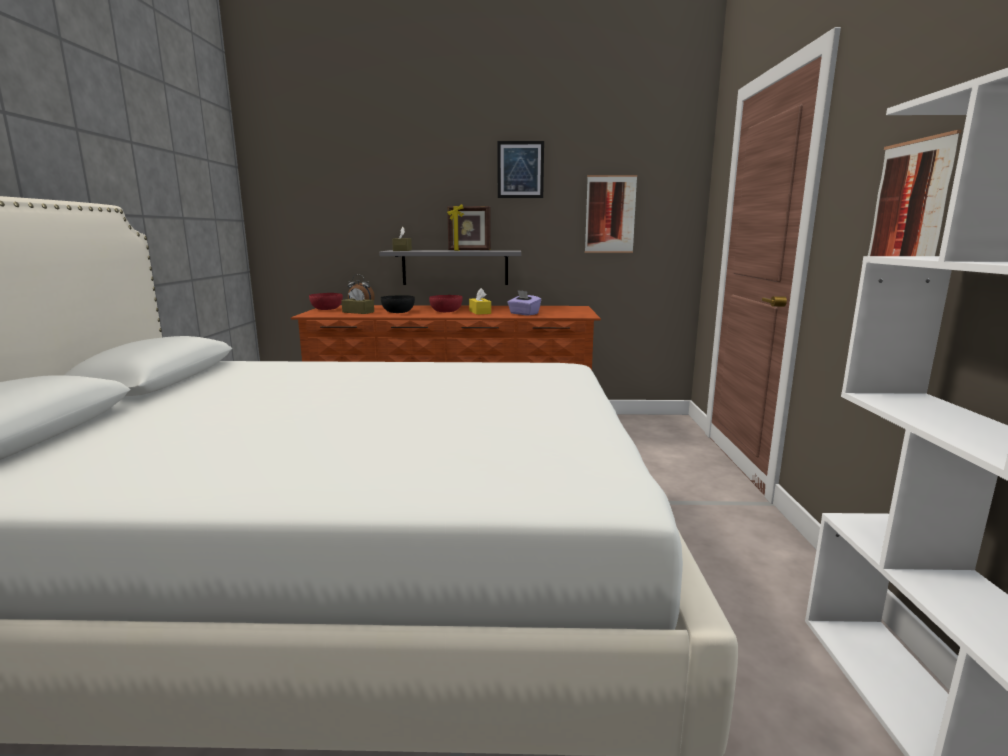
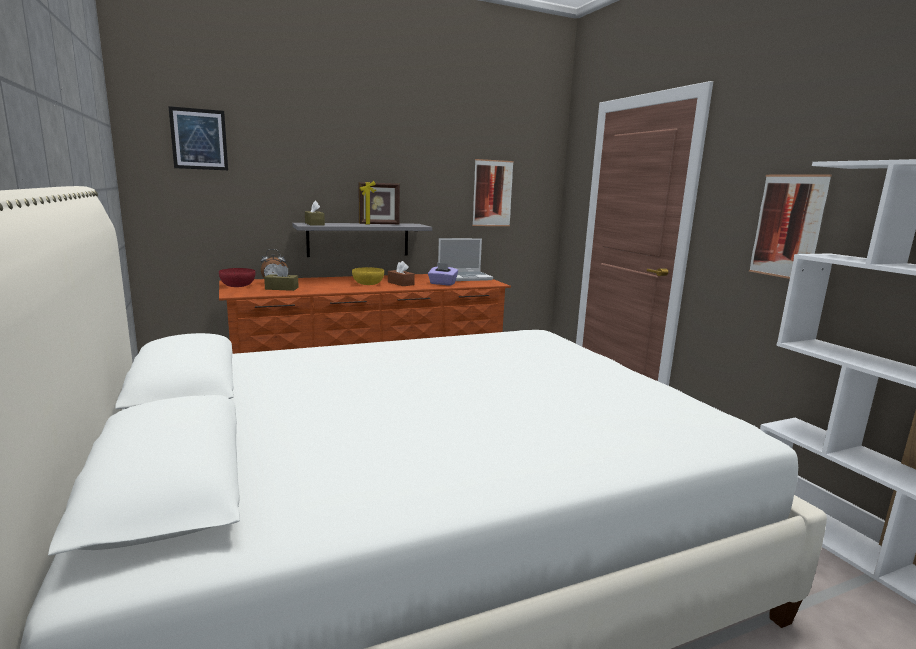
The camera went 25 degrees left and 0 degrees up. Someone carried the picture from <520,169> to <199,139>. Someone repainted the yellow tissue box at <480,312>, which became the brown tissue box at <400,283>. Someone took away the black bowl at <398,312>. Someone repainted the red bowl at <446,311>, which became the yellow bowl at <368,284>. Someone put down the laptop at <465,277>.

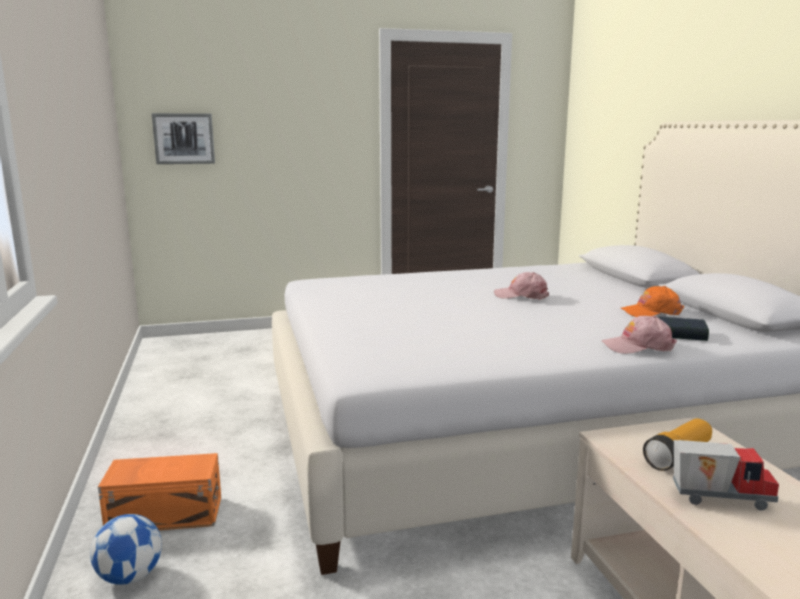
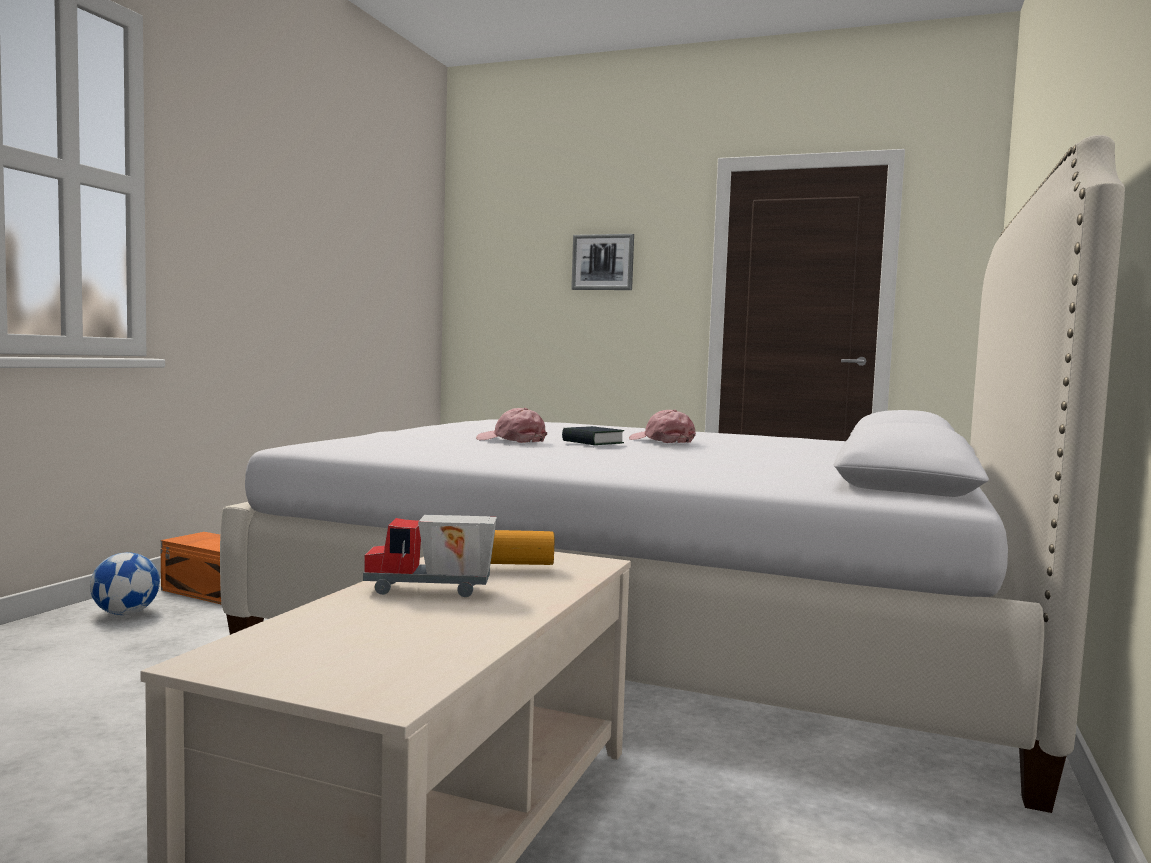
The camera went 35 degrees right and 10 degrees down. Someone carried the picture from <184,138> to <603,262>. Someone took away the orange cap at <651,312>. Someone carried the pink cap from <638,346> to <512,441>. Someone carried the book from <681,334> to <592,442>. Someone rotated the toy truck at <719,497> by 135 degrees clockwise.

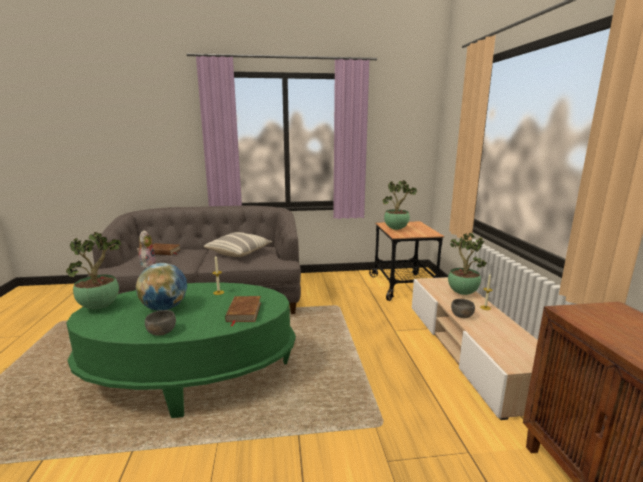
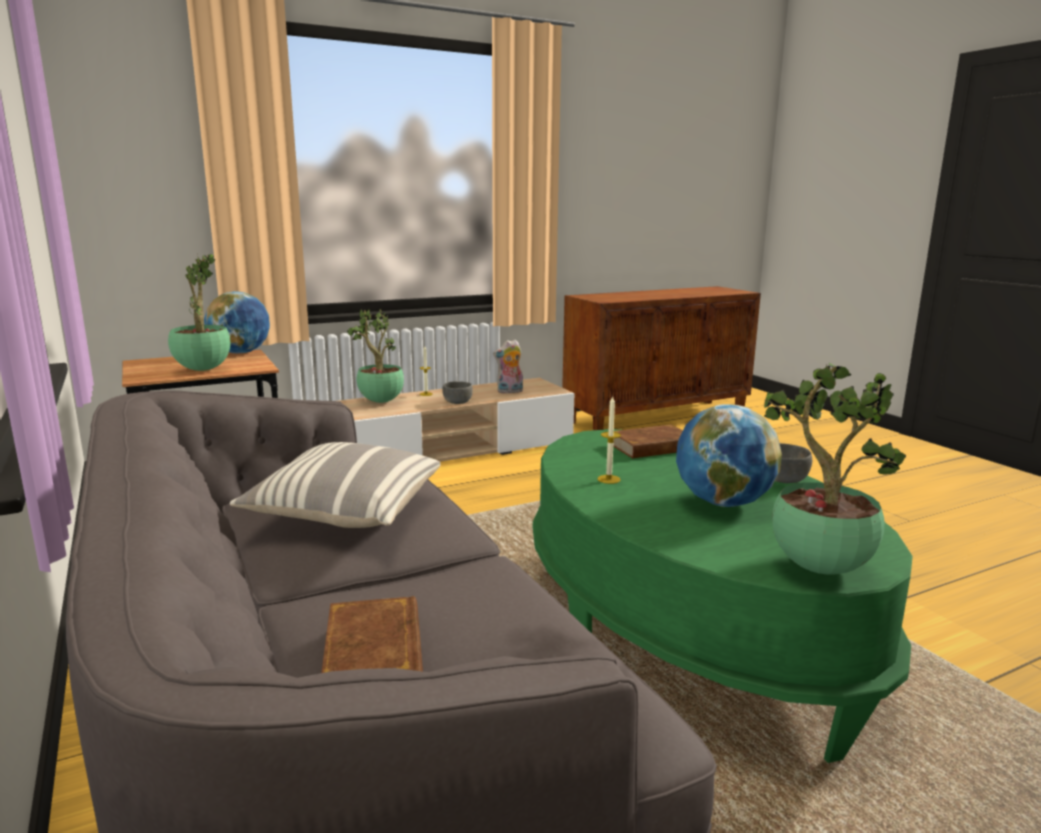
The camera went 110 degrees left and 0 degrees up. Someone carried the plush toy from <147,265> to <509,392>. Someone put down the globe at <241,353>.

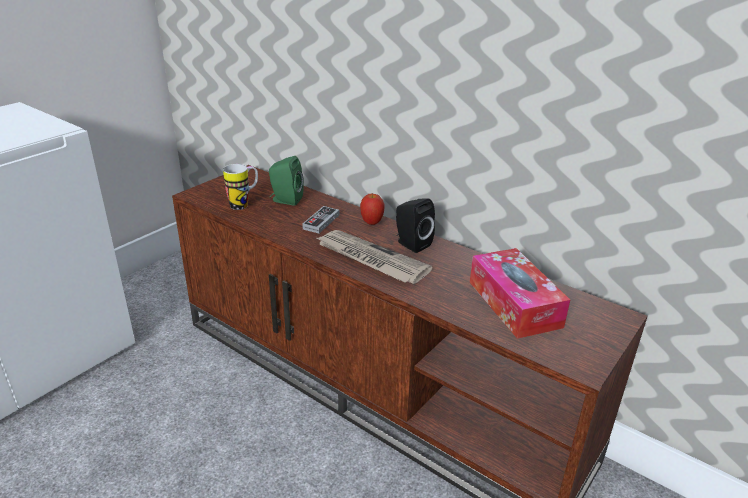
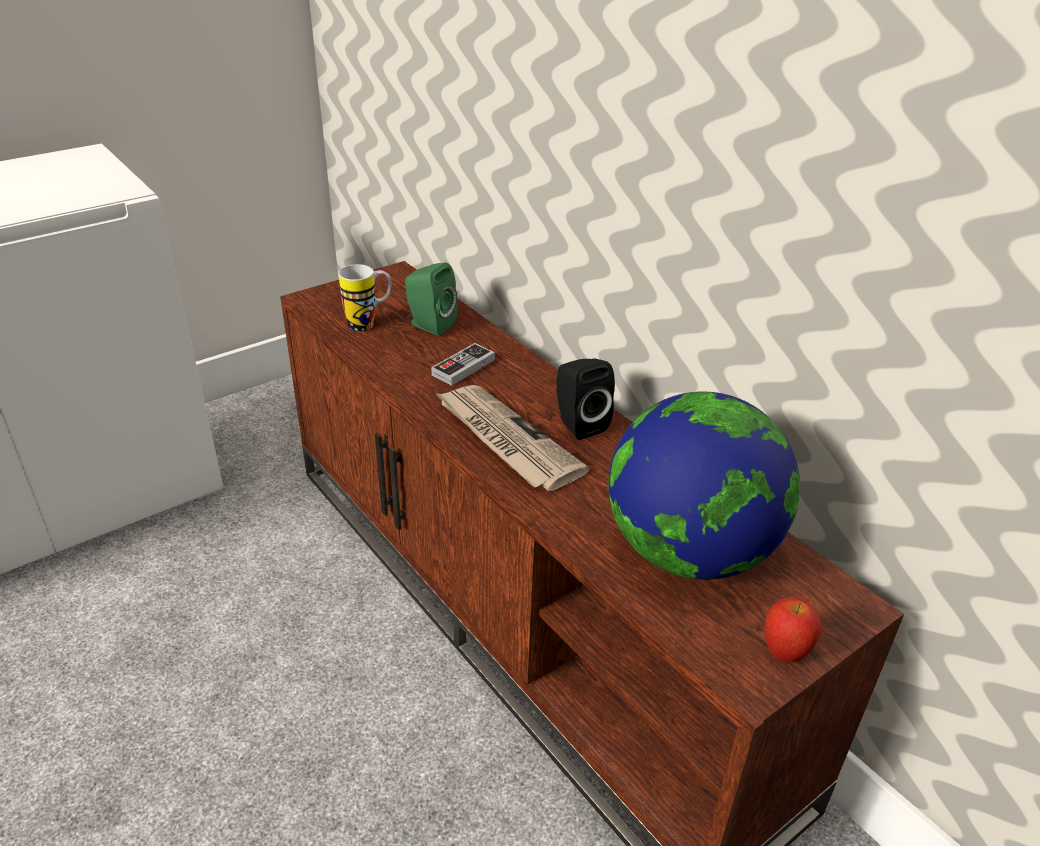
The camera went 15 degrees right and 5 degrees up. Someone carried the apple from <371,223> to <784,652>. Someone swapped the tissue box at <514,304> for the globe at <689,552>.

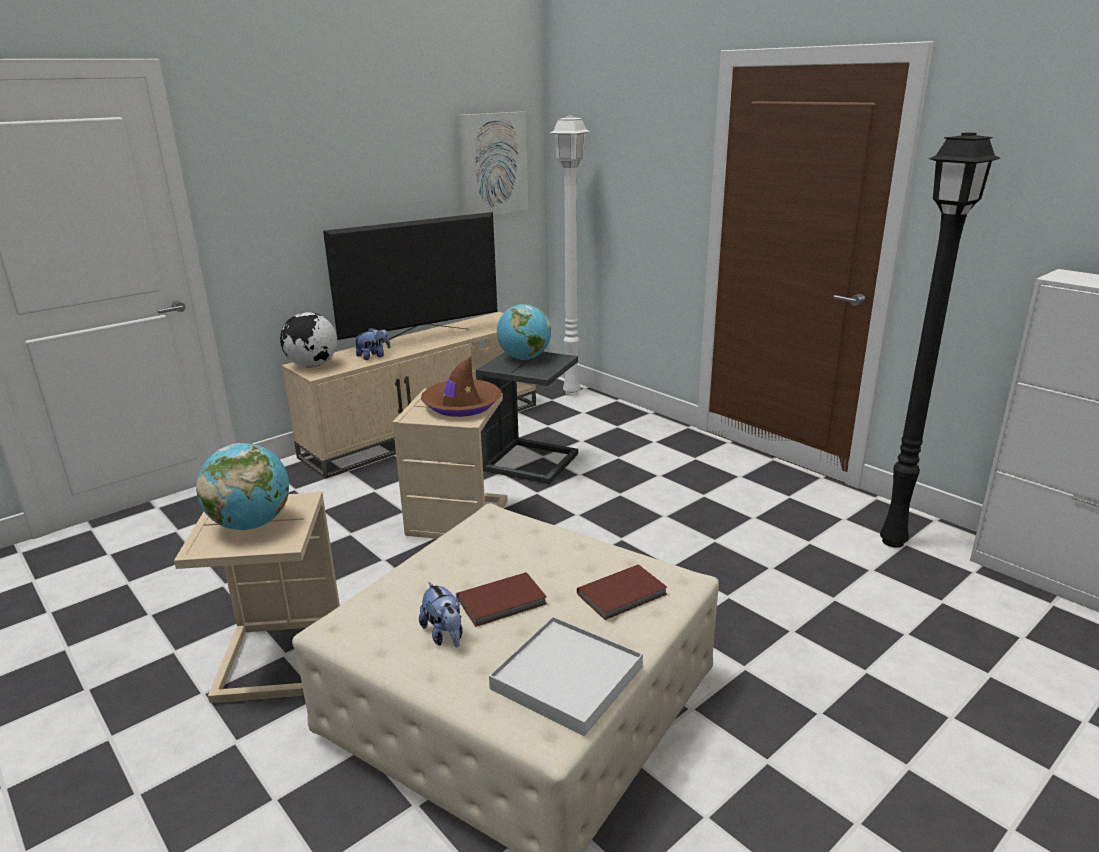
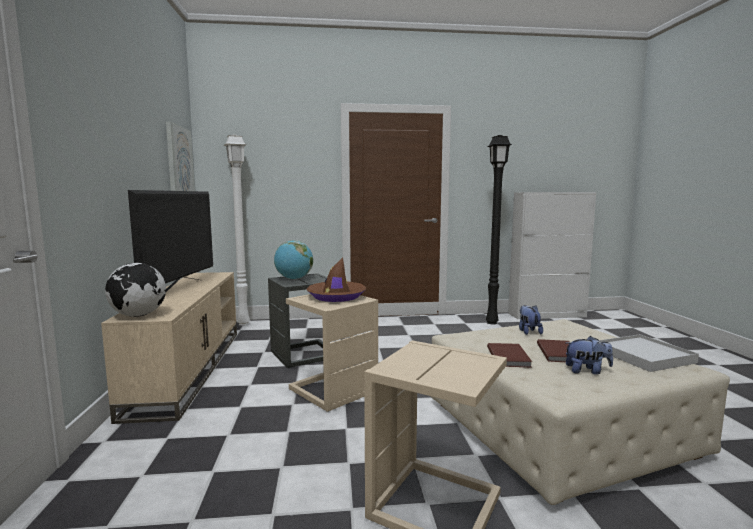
The camera went 55 degrees left and 15 degrees down. Someone carried the plush toy from <373,356> to <528,331>. Someone took away the globe at <251,524>. Someone carried the brown book from <624,595> to <509,357>.

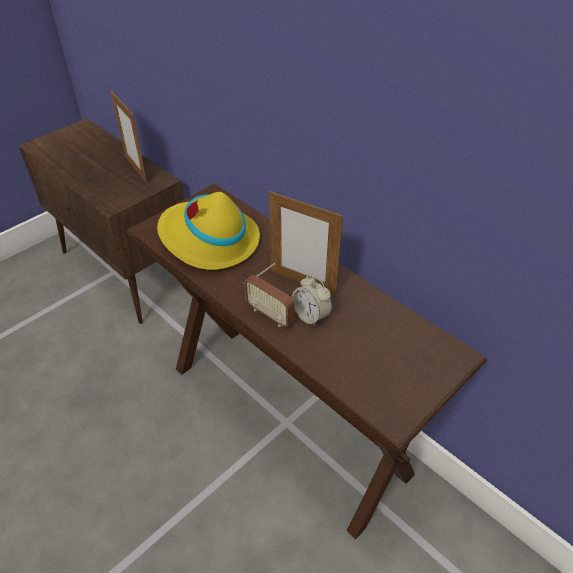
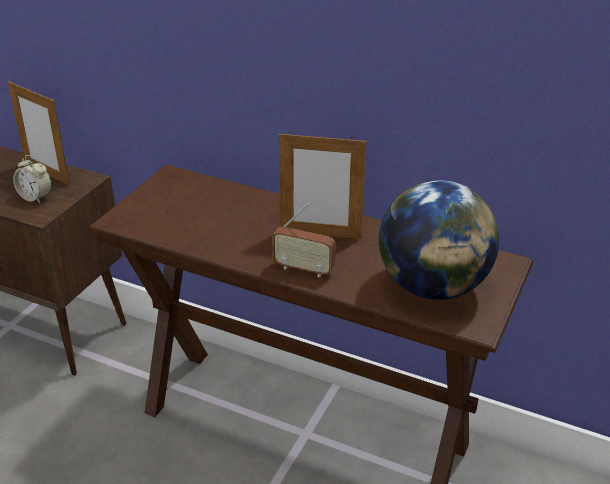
The camera went 20 degrees left and 10 degrees down. Someone took away the yellow hat at <208,240>. Someone carried the alarm clock from <311,316> to <35,197>. Someone put down the globe at <432,287>.

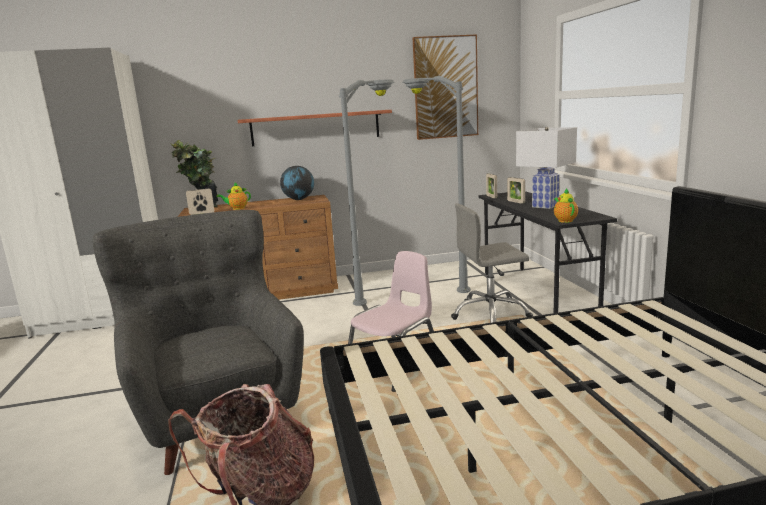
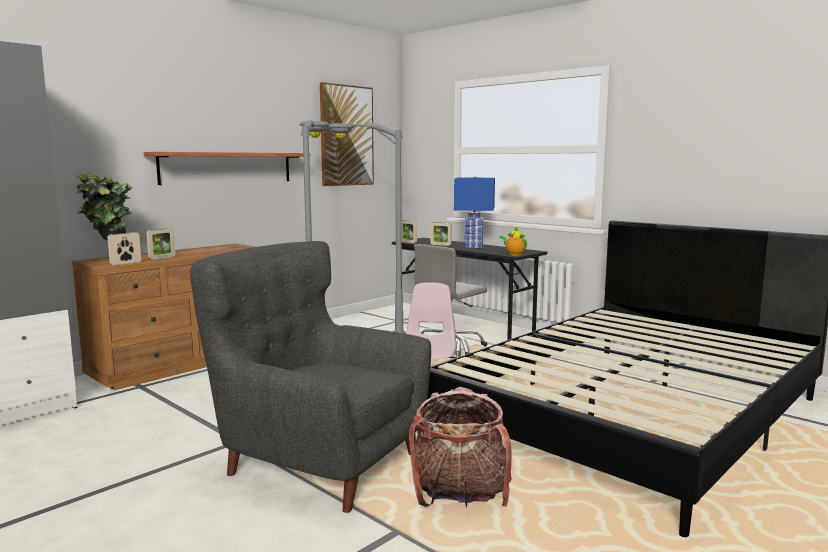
The camera went 35 degrees left and 5 degrees down. Someone repainted the white table lamp at <546,206>, which became the blue table lamp at <474,246>. Someone took away the globe at <299,199>. Someone swapped the teapot at <237,208> for the picture frame at <162,258>.

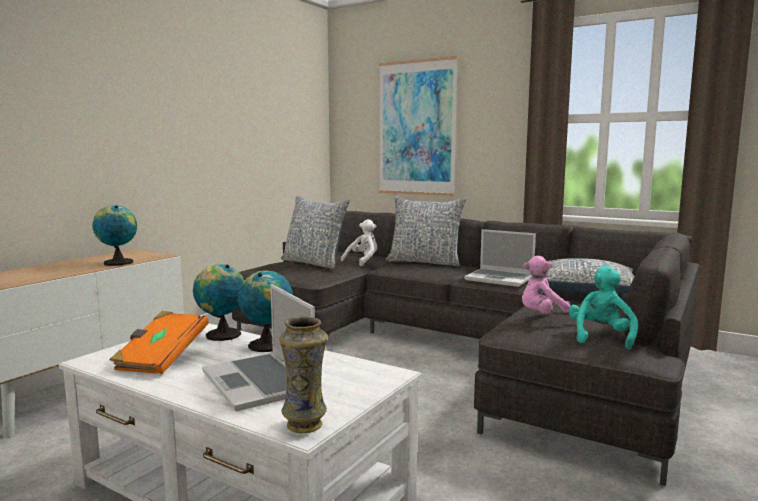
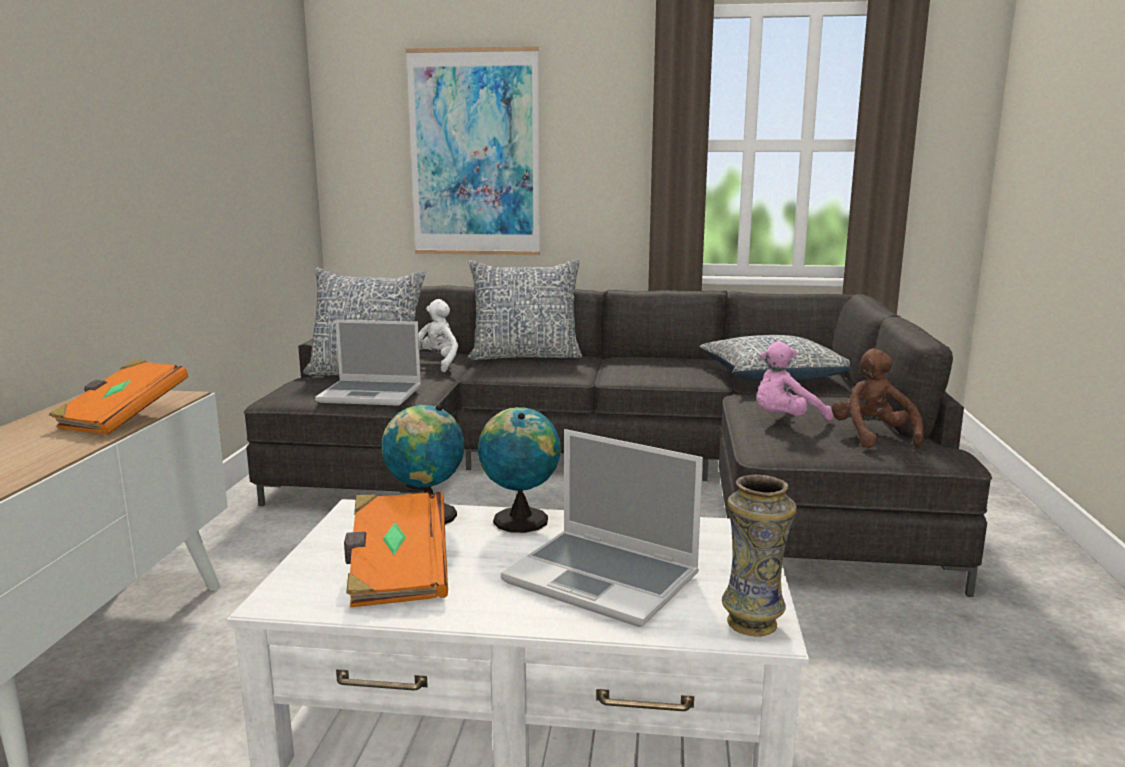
The camera went 25 degrees left and 5 degrees up. Someone swapped the globe at <117,262> for the orange book at <123,418>. Someone carried the laptop from <500,279> to <372,395>. Someone repainted the turquoise plush toy at <600,337>, which became the brown plush toy at <872,437>.

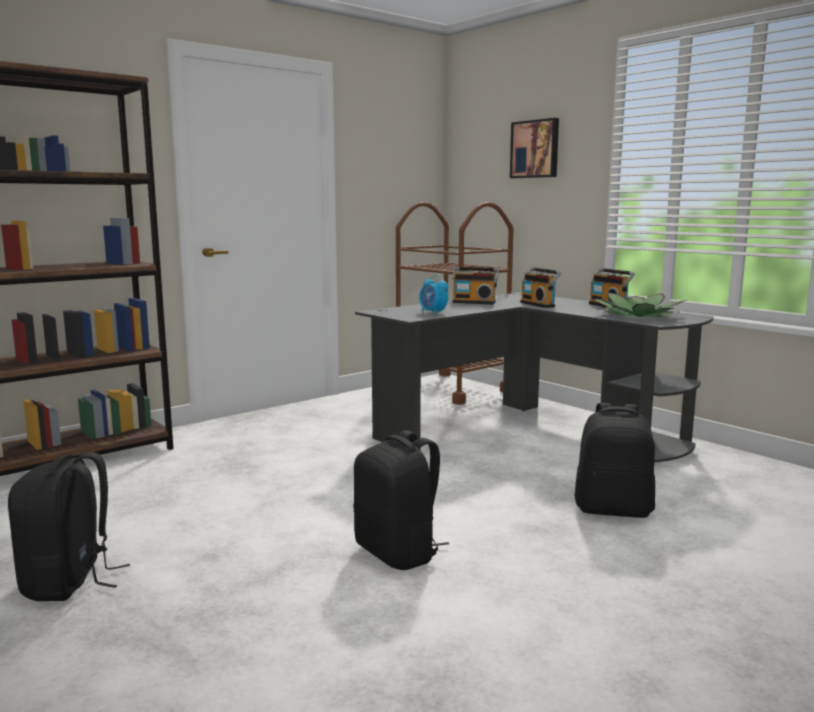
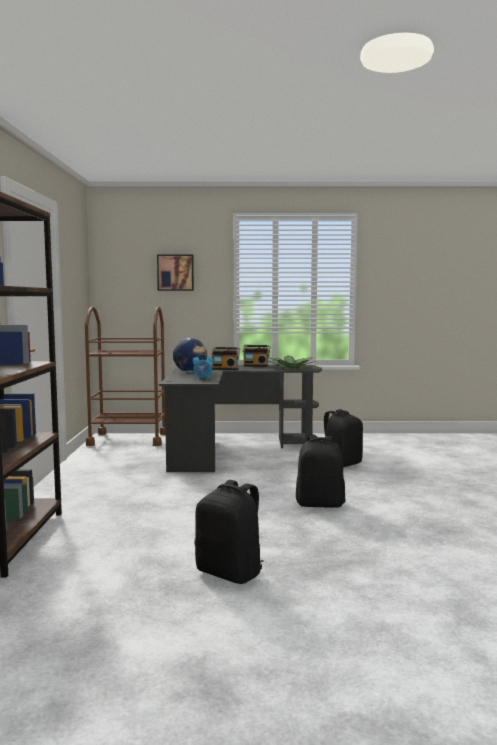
The camera went 50 degrees left and 5 degrees down. Someone swapped the radio at <474,302> for the globe at <190,372>.

